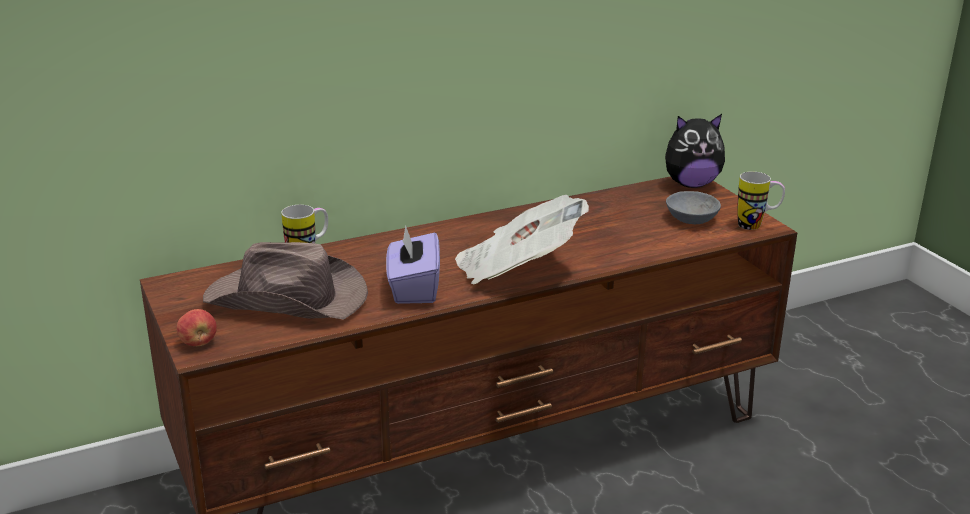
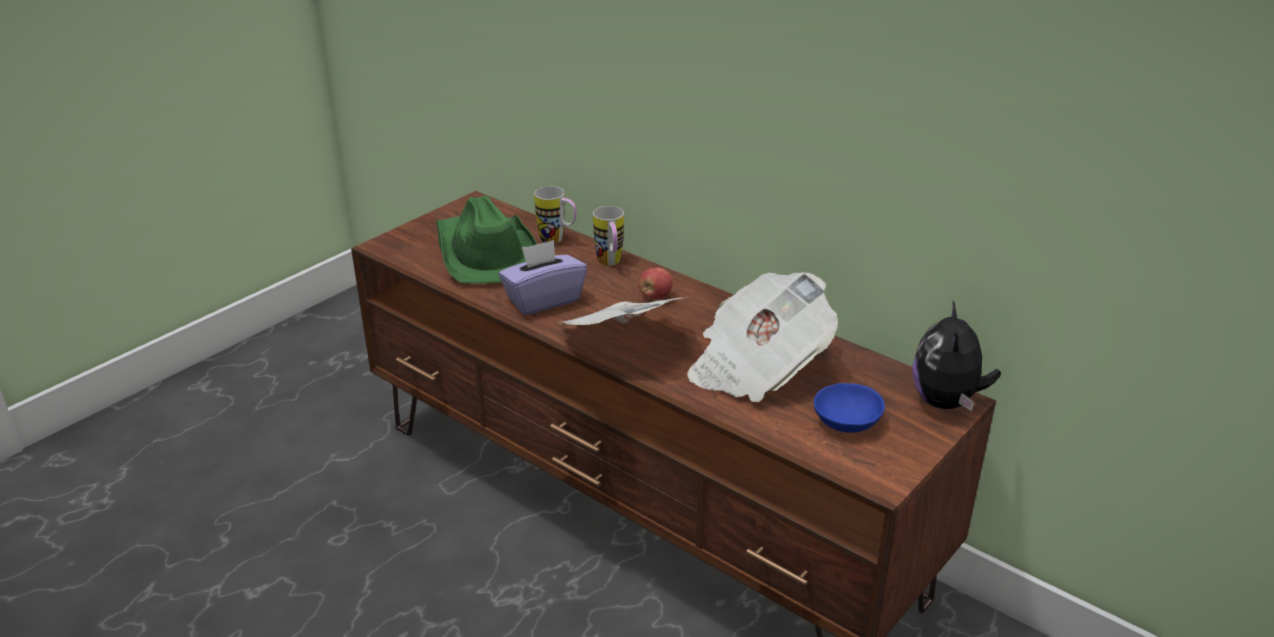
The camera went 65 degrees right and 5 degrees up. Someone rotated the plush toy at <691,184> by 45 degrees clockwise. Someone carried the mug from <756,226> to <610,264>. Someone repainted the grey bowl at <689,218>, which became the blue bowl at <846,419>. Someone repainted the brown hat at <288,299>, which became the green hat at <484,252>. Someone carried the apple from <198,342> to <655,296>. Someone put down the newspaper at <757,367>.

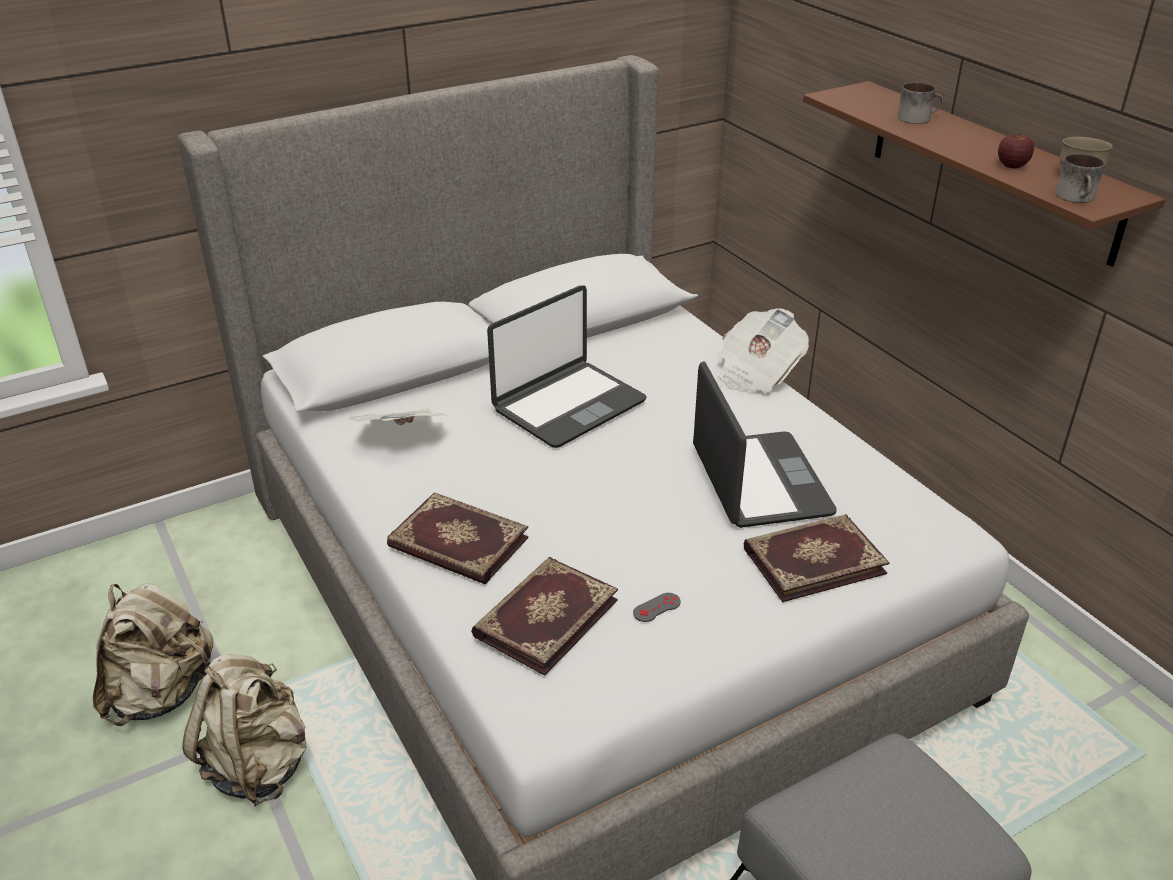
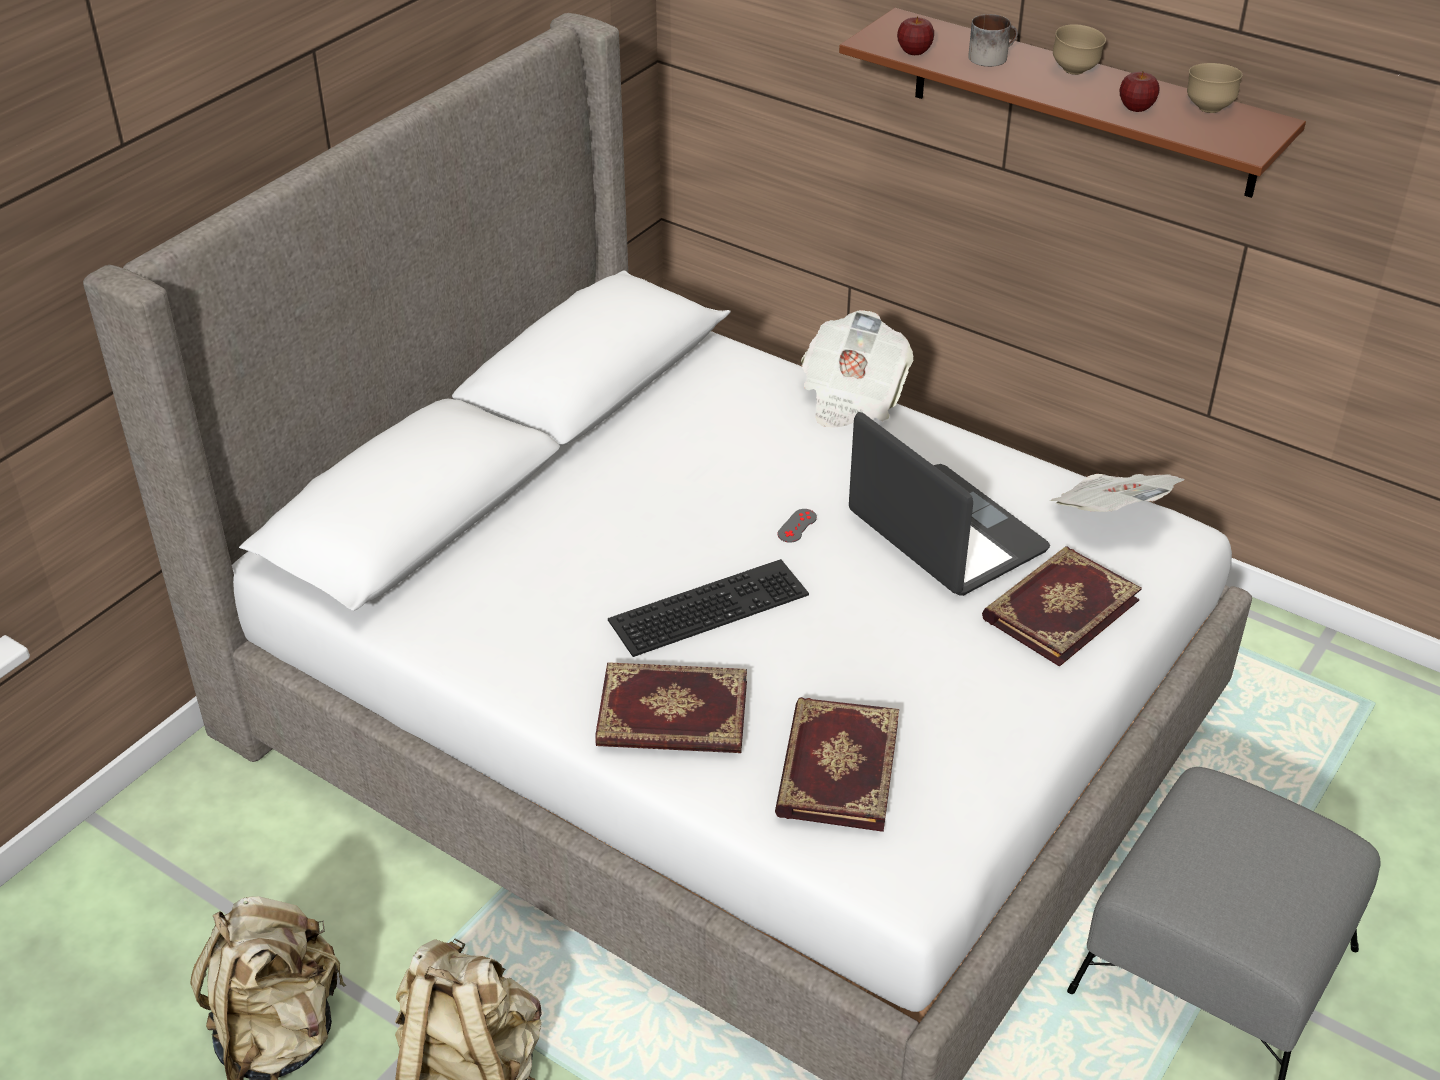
The camera went 25 degrees left and 5 degrees up. Someone took away the mug at <1078,198>. Someone took away the laptop at <568,405>. Someone carried the newspaper from <404,437> to <1111,515>. Someone carried the grey game controller from <657,607> to <797,526>. Someone put down the apple at <914,52>. Someone put down the brown bowl at <1075,71>. Someone put down the keyboard at <709,604>.

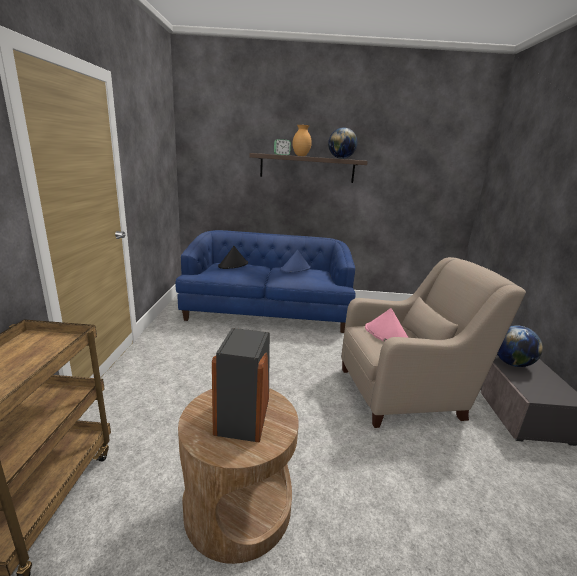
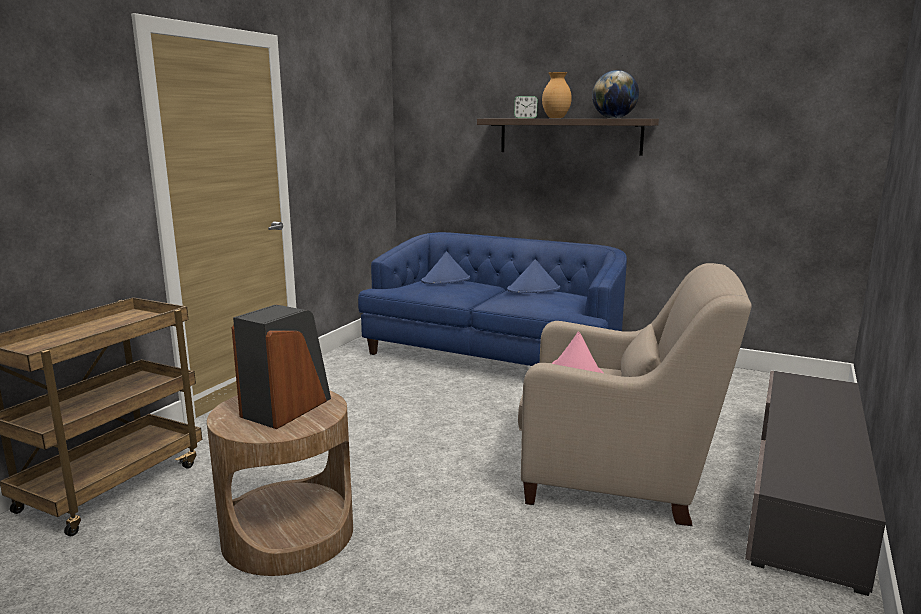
The camera went 25 degrees right and 5 degrees down. Someone repainted the black hat at <233,265>, which became the blue hat at <446,280>. Someone took away the globe at <511,363>.

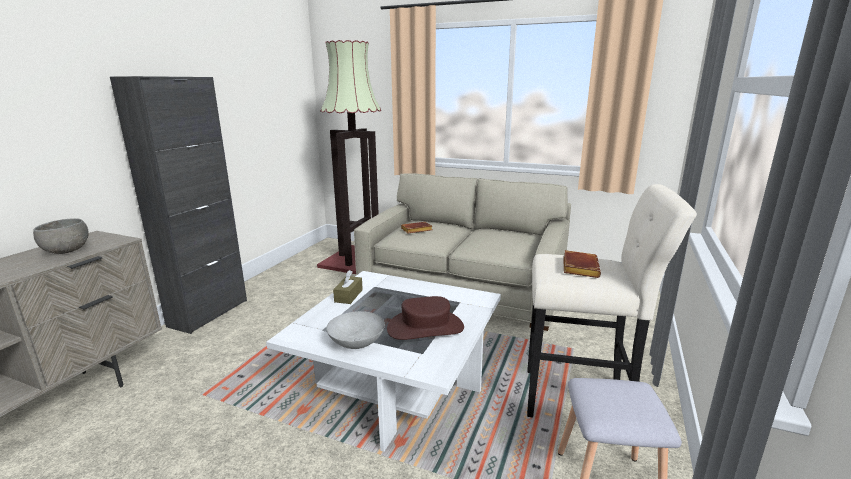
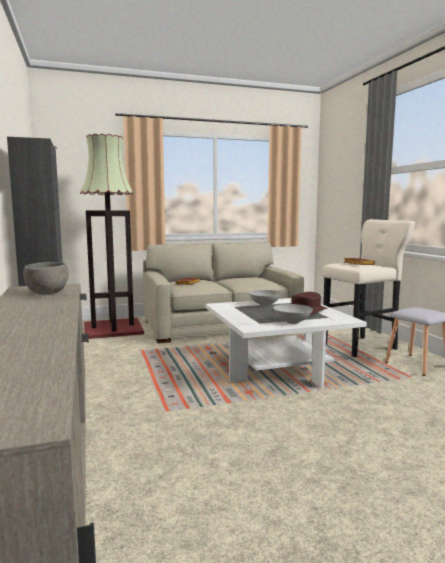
The camera went 40 degrees left and 10 degrees down. Someone took away the brown tissue box at <348,296>. Someone put down the grey bowl at <265,304>.

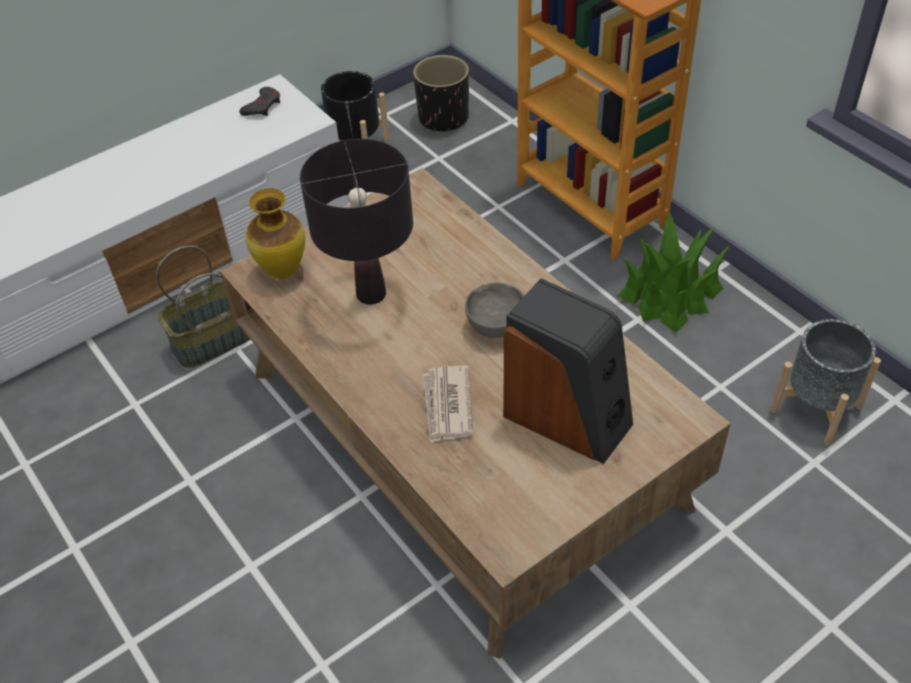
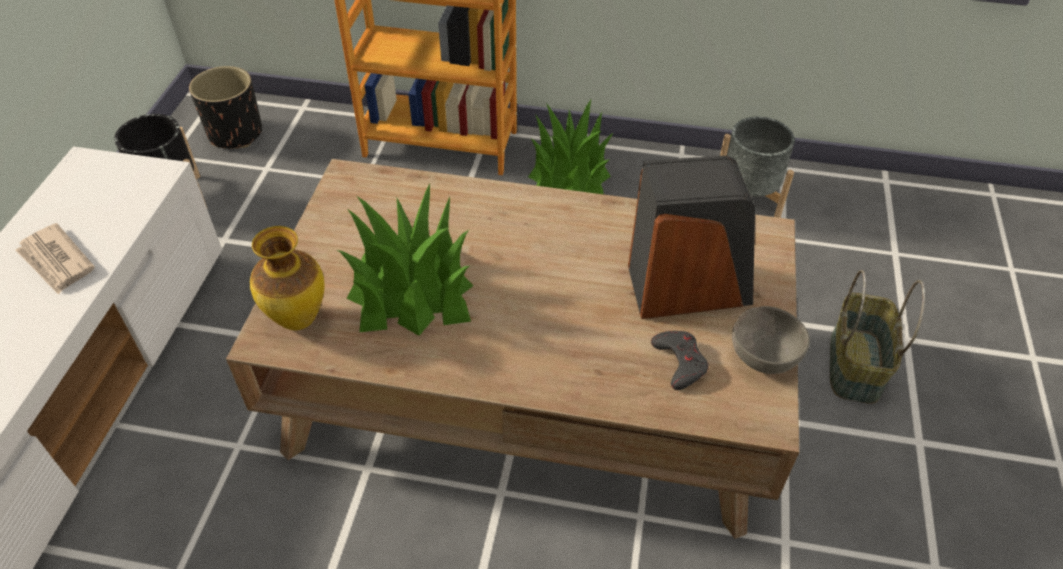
The camera went 45 degrees left and 0 degrees up. Someone carried the grey game controller from <262,106> to <679,362>. Someone swapped the black table lamp at <371,294> for the potted plant at <411,290>. Someone carried the basket from <214,339> to <853,364>. Someone carried the grey bowl from <496,326> to <763,356>. Someone carried the newspaper from <447,406> to <56,261>.

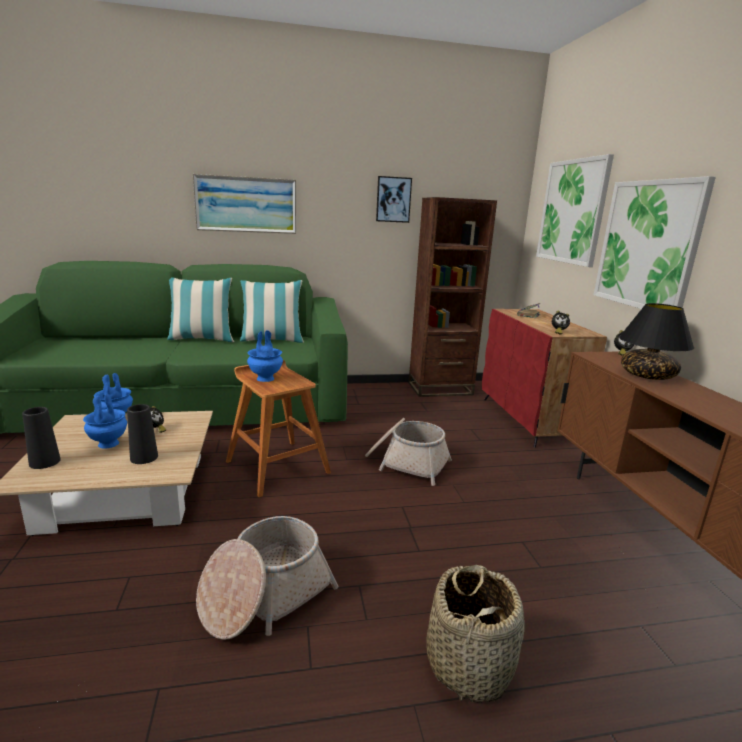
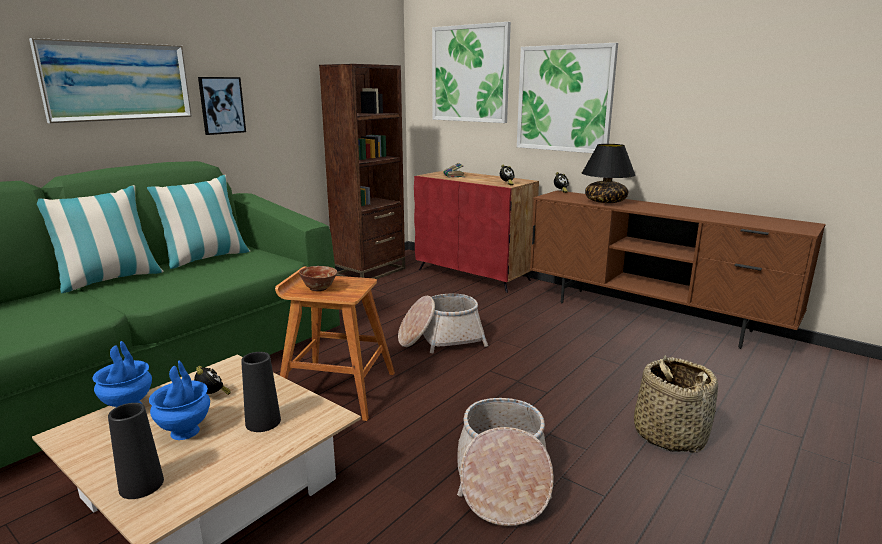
The camera went 40 degrees left and 0 degrees up. Someone carried the picture from <393,199> to <221,105>. Someone swapped the blue vase at <265,378> for the bowl at <319,289>.

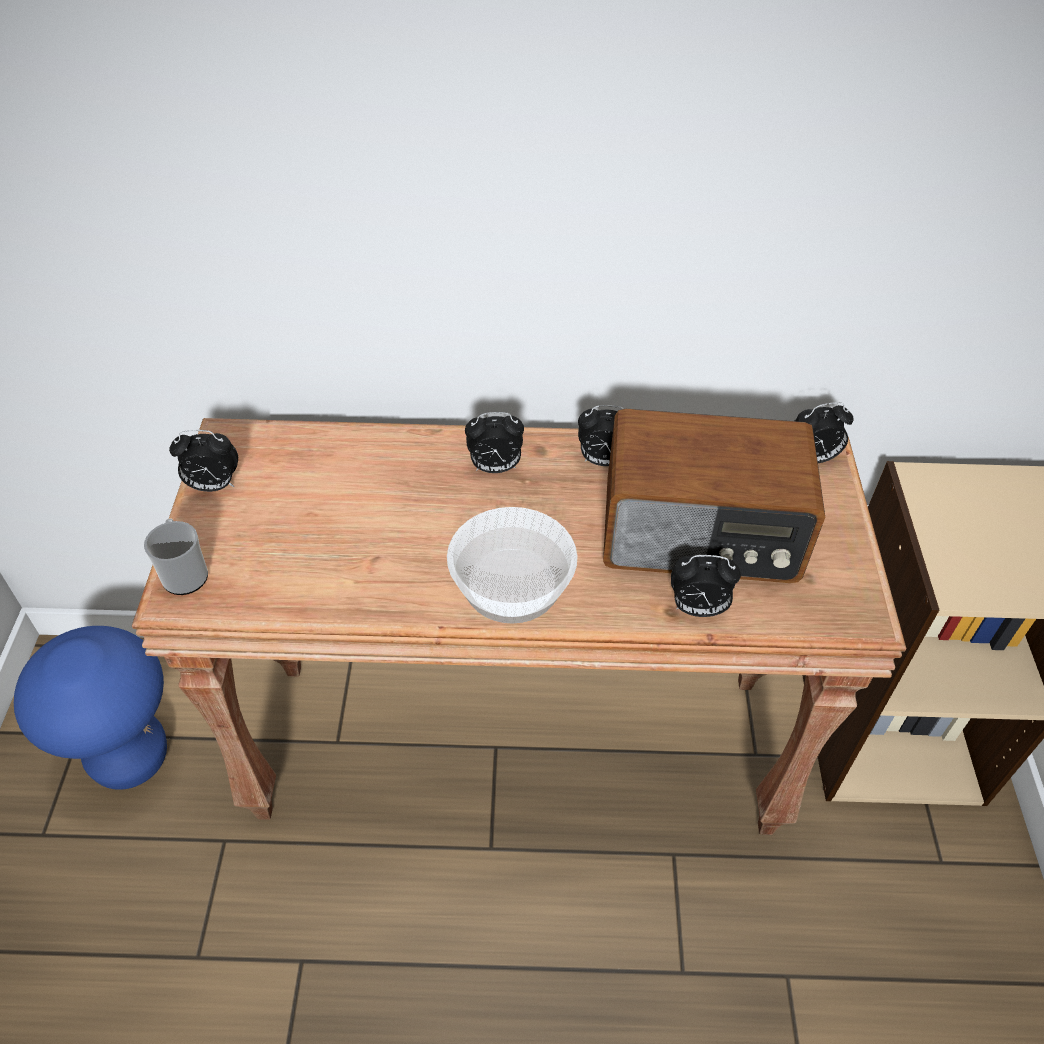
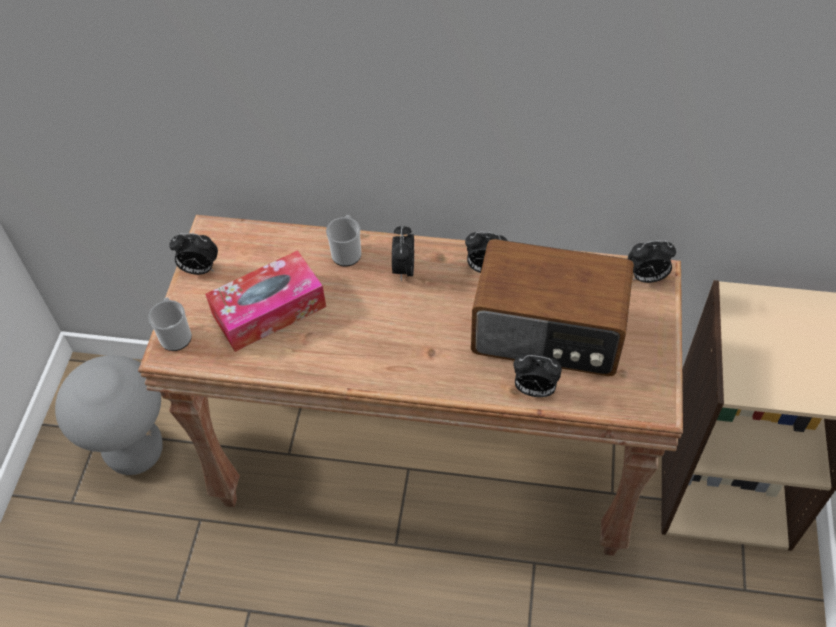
The camera went 10 degrees right and 5 degrees up. Someone rotated the alarm clock at <494,468> by 90 degrees clockwise. Someone took away the bowl at <513,584>. Someone repainted the blue stool at <130,758>, which became the grey stool at <136,452>. Someone put down the mug at <347,252>. Someone put down the tissue box at <269,310>.

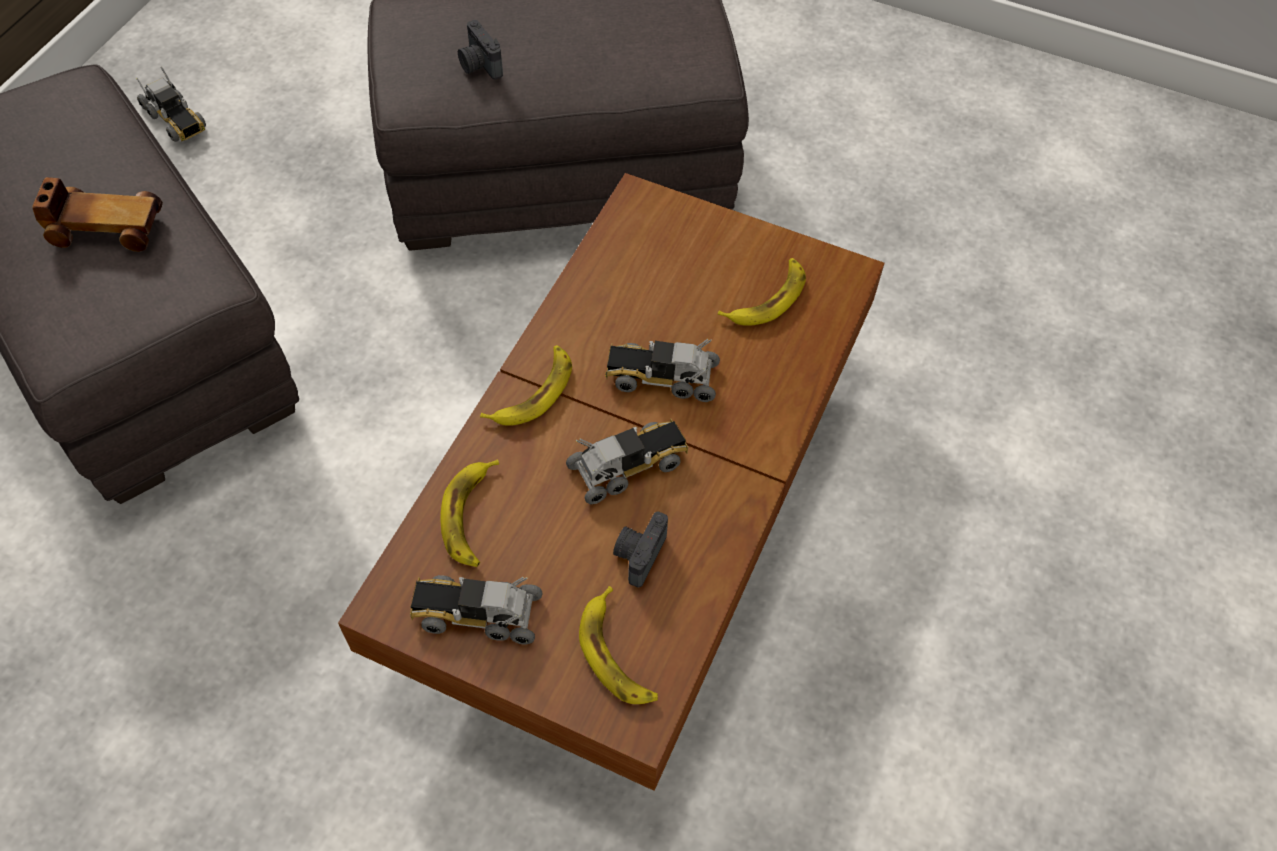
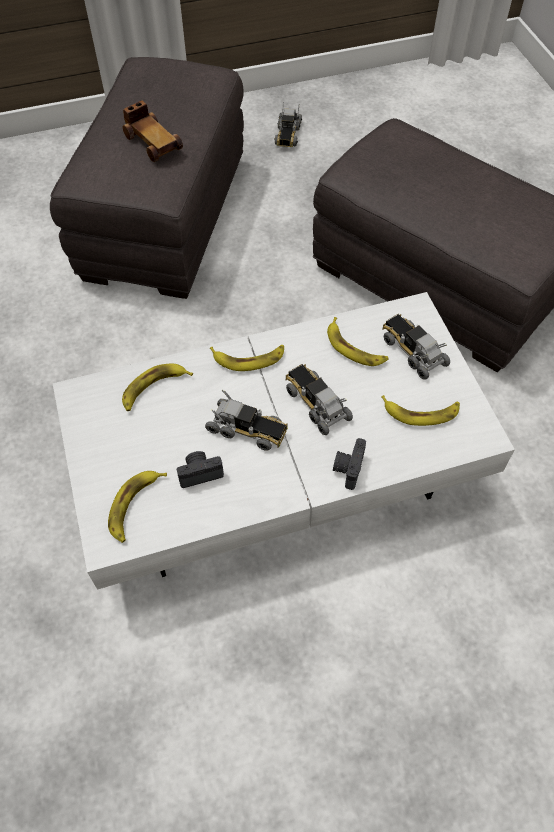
The camera went 50 degrees right and 0 degrees up. Someone carried the photo camera from <479,65> to <347,468>. Someone repainted the brown coffee table at <637,509>, which became the white coffee table at <276,472>. Someone carried the toy truck from <477,613> to <412,351>. Someone put down the banana at <354,348>.

